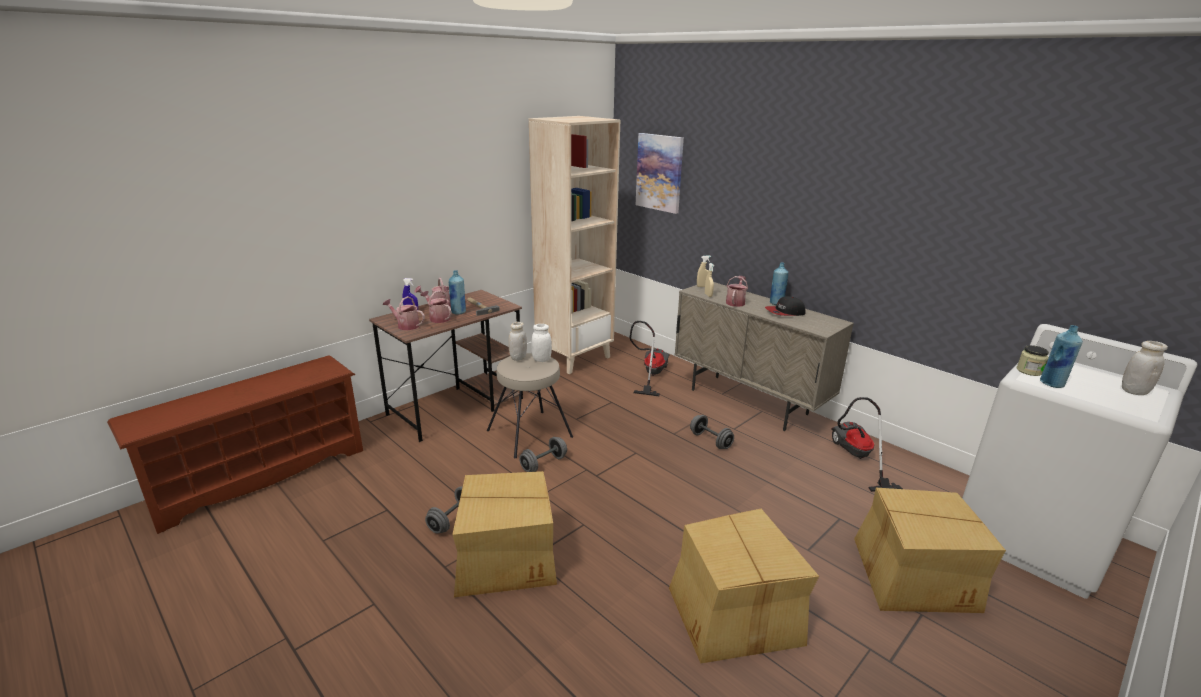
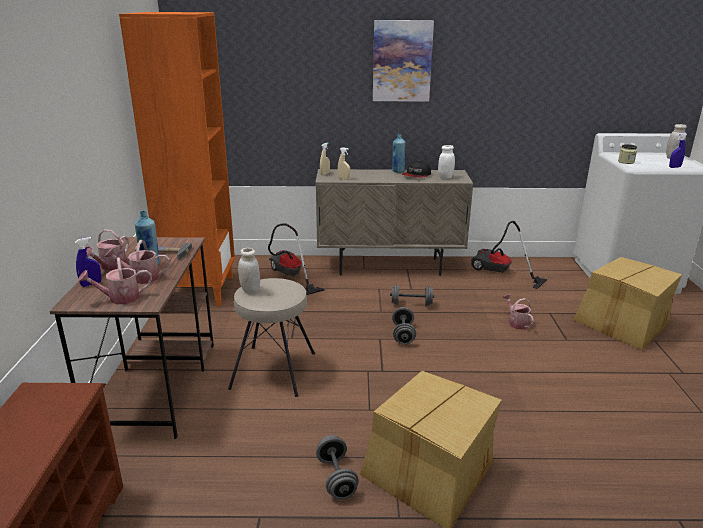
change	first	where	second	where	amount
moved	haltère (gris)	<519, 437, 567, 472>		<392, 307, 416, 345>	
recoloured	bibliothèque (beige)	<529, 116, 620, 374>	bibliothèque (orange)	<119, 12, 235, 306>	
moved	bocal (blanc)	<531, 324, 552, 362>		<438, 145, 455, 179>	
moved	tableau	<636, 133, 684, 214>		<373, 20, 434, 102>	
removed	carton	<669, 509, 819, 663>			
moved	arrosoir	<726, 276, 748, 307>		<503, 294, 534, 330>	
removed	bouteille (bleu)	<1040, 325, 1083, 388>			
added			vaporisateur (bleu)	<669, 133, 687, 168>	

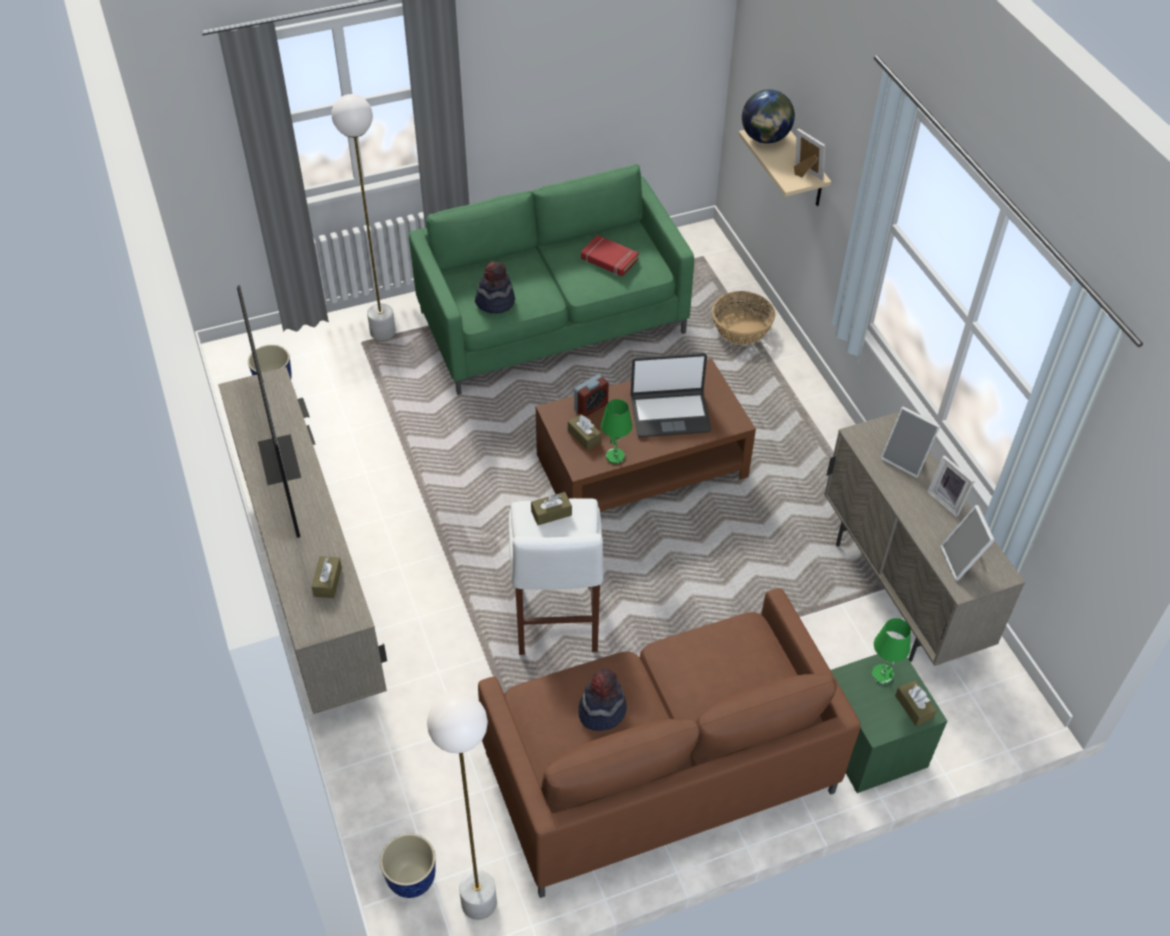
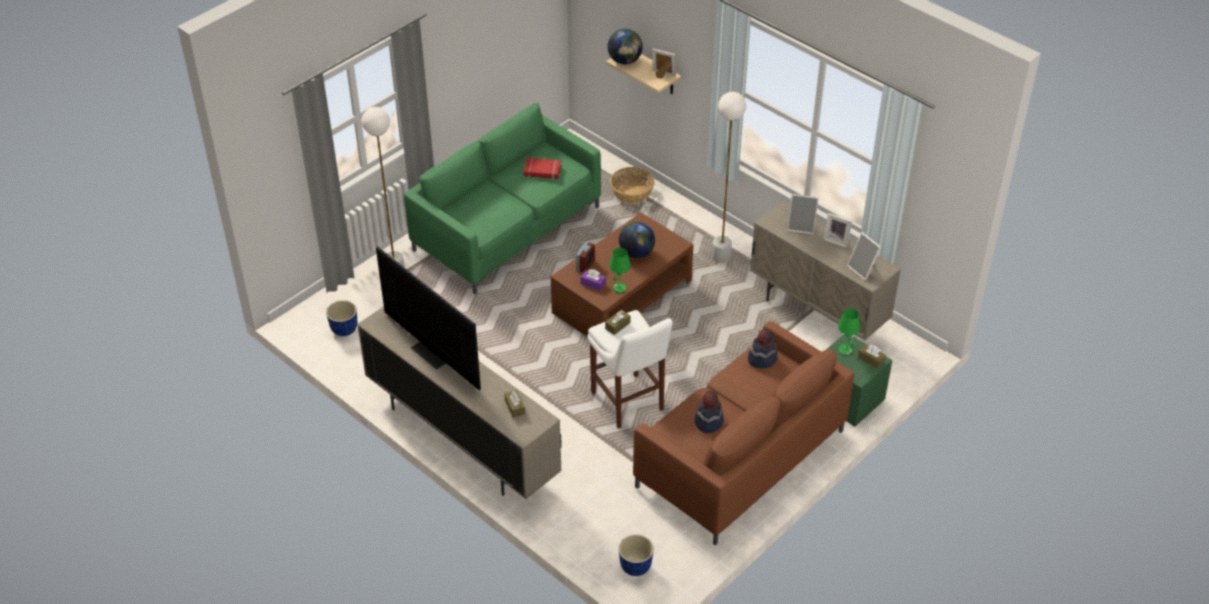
change	first	where	second	where	amount
moved	lampadaire (blanc)	<427, 692, 497, 920>		<712, 92, 746, 263>	
moved	chapeau	<475, 261, 515, 314>		<748, 328, 778, 368>	
recoloured	boîte à mouchoirs (marron)	<568, 414, 601, 450>	boîte à mouchoirs (violet)	<581, 269, 606, 291>	
replaced	ordinateur portable	<631, 353, 712, 437>	globe	<619, 222, 655, 258>	

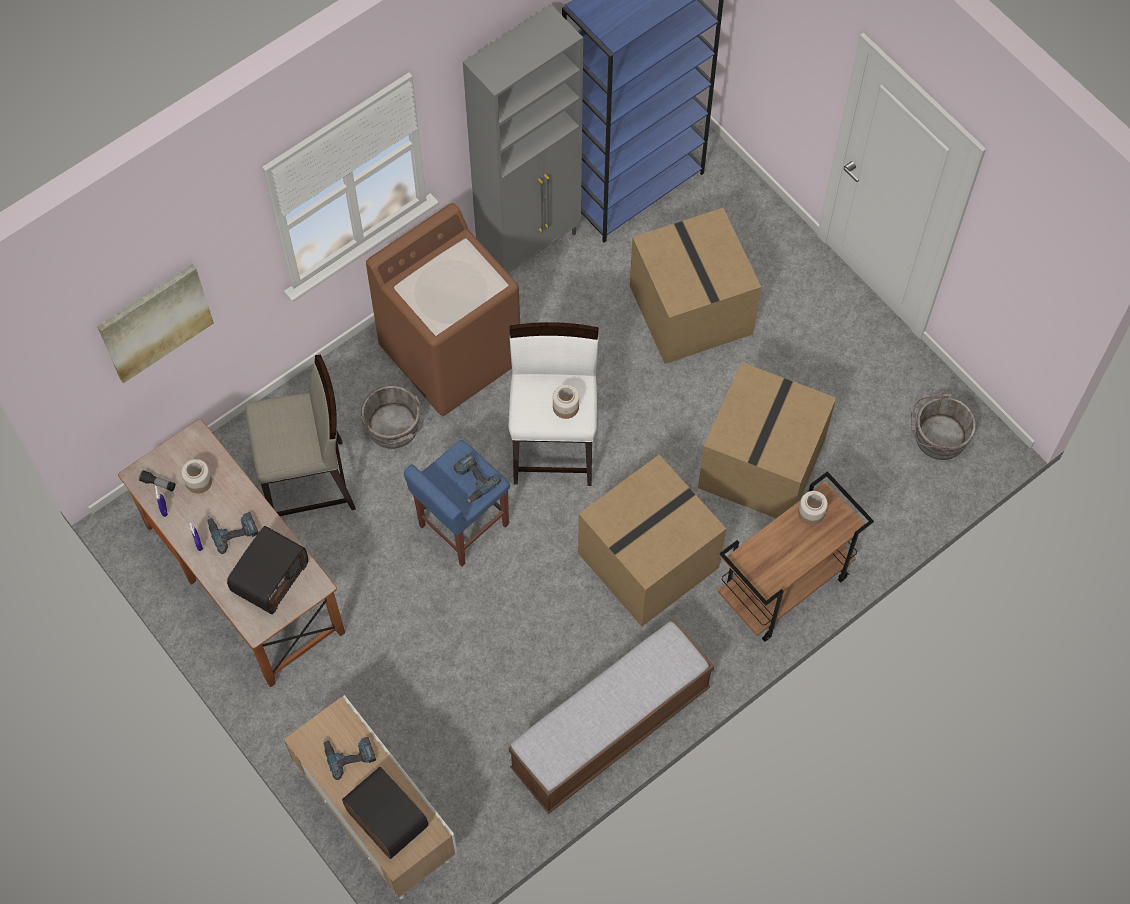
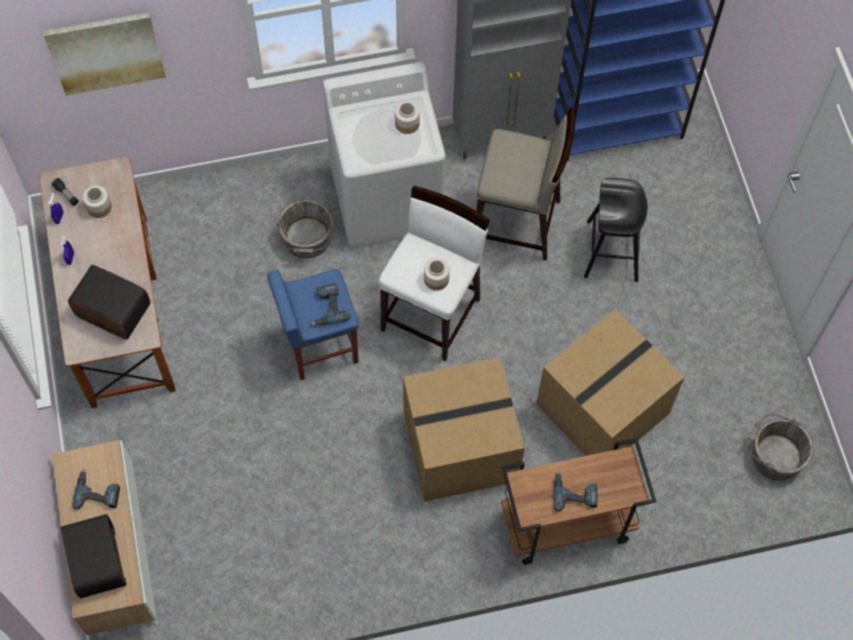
change	first	where	second	where	amount
moved	perceuse	<207, 512, 259, 554>		<553, 471, 598, 512>	
turned	radio	<227, 526, 308, 614>		<68, 265, 150, 340>	120 degrees counterclockwise
moved	tabouret (beige)	<245, 355, 356, 516>		<476, 107, 575, 261>	
recoloured	lave-linge (marron)	<366, 203, 520, 416>	lave-linge (blanc)	<323, 62, 446, 248>	
removed	banc	<509, 620, 714, 814>			
replaced	carton	<630, 208, 761, 364>	tabouret (noir)	<584, 178, 648, 282>	
moved	bocal	<798, 491, 828, 525>		<395, 101, 420, 134>	

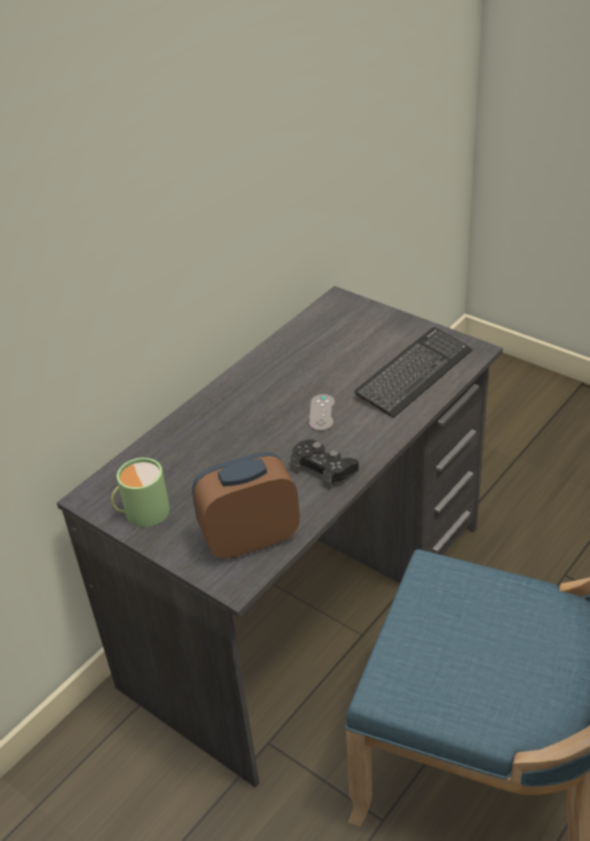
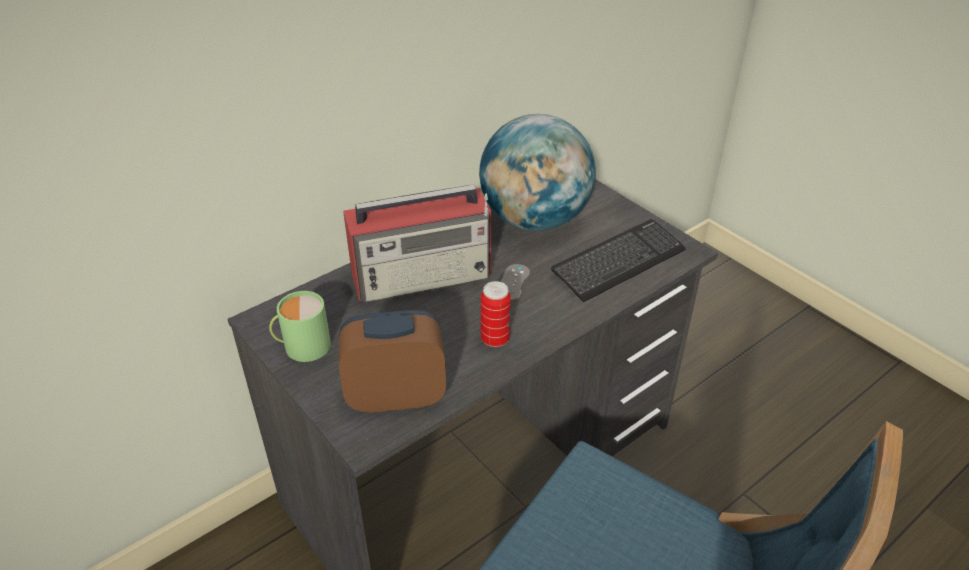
change	first	where	second	where	amount
replaced	manette (noir)	<291, 439, 359, 489>	boîte métallique	<481, 281, 511, 347>	
added			radio	<343, 185, 491, 303>	
added			globe	<479, 114, 596, 231>	

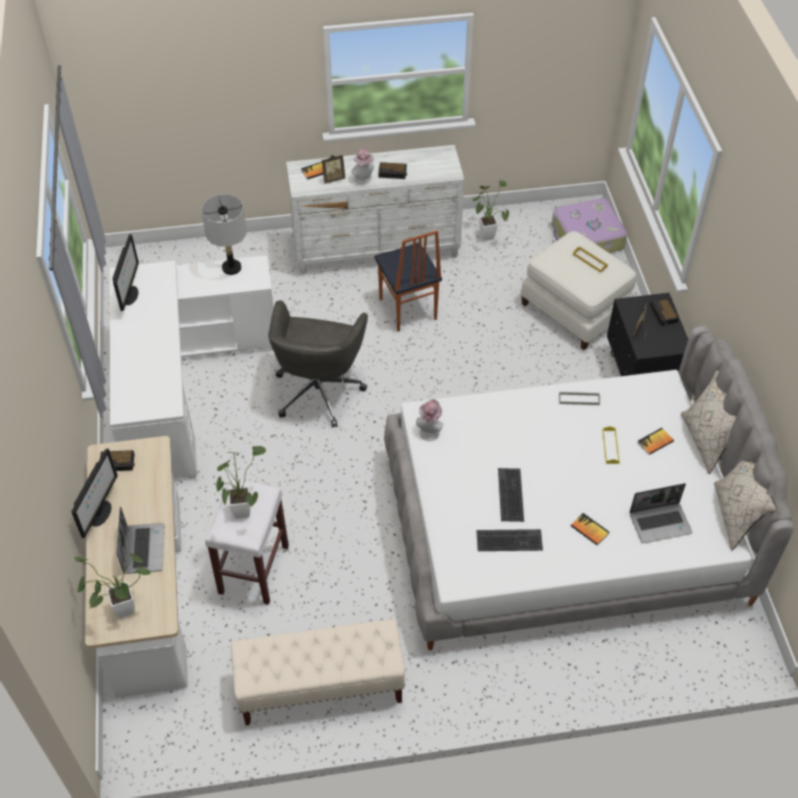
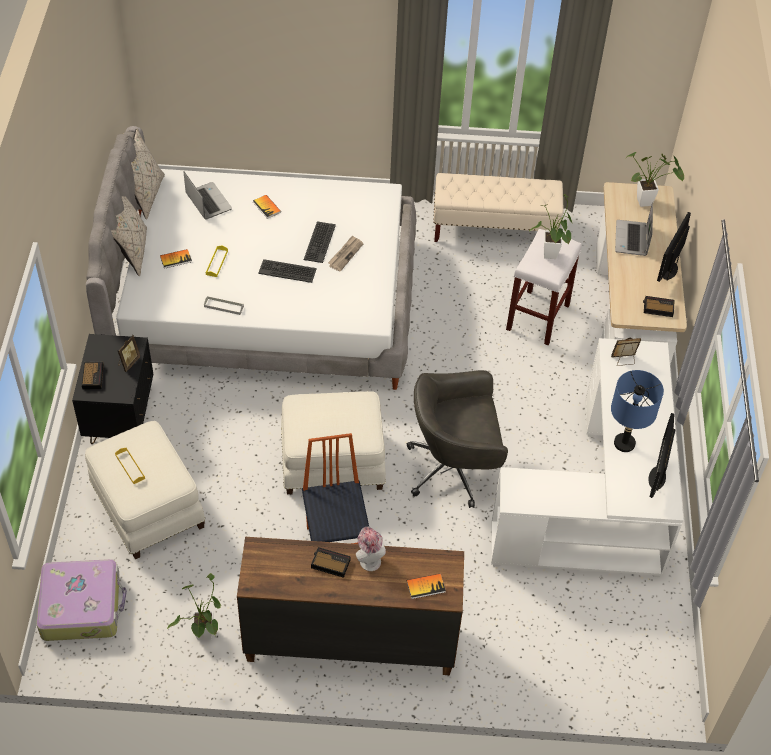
change	first	where	second	where	amount
removed	lampe de table (gris)	<201, 194, 247, 275>			
turned	chaise de bureau (gris)	<268, 300, 368, 427>		<407, 370, 508, 508>	120 degrees counterclockwise
recoloured	commode (blanc)	<286, 145, 464, 274>	commode (marron)	<237, 537, 464, 675>	
moved	cadre photo	<322, 154, 345, 184>		<611, 337, 641, 366>	
removed	chapeau	<416, 399, 443, 441>			
moved	clavier	<476, 529, 543, 551>		<258, 259, 317, 283>	
turned	ordinateur portable	<629, 483, 692, 543>		<183, 171, 232, 219>	60 degrees clockwise
added			pouf (blanc)	<281, 391, 386, 494>	
added			journal	<328, 235, 363, 272>	
added			lampe de table (bleu)	<611, 370, 664, 452>	

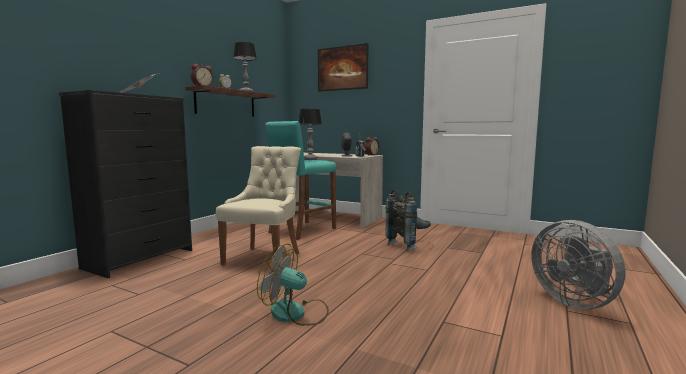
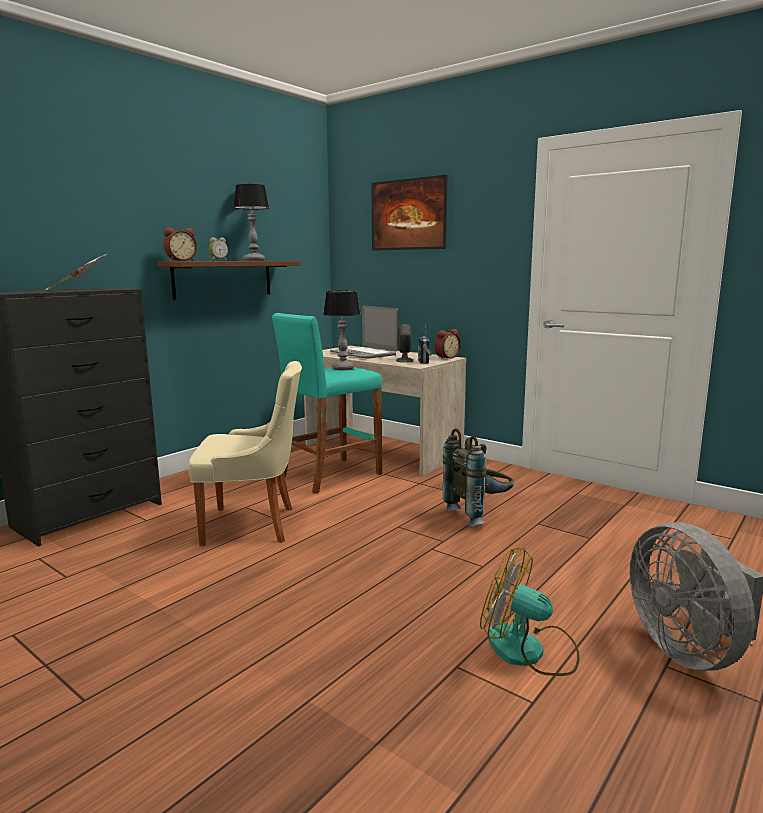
change	first	where	second	where	amount
turned	chaise (beige)	<216, 146, 301, 265>		<188, 361, 302, 546>	60 degrees clockwise
moved	ventilateur	<257, 243, 329, 326>		<480, 548, 580, 676>	
added			ordinateur portable	<330, 306, 398, 359>	

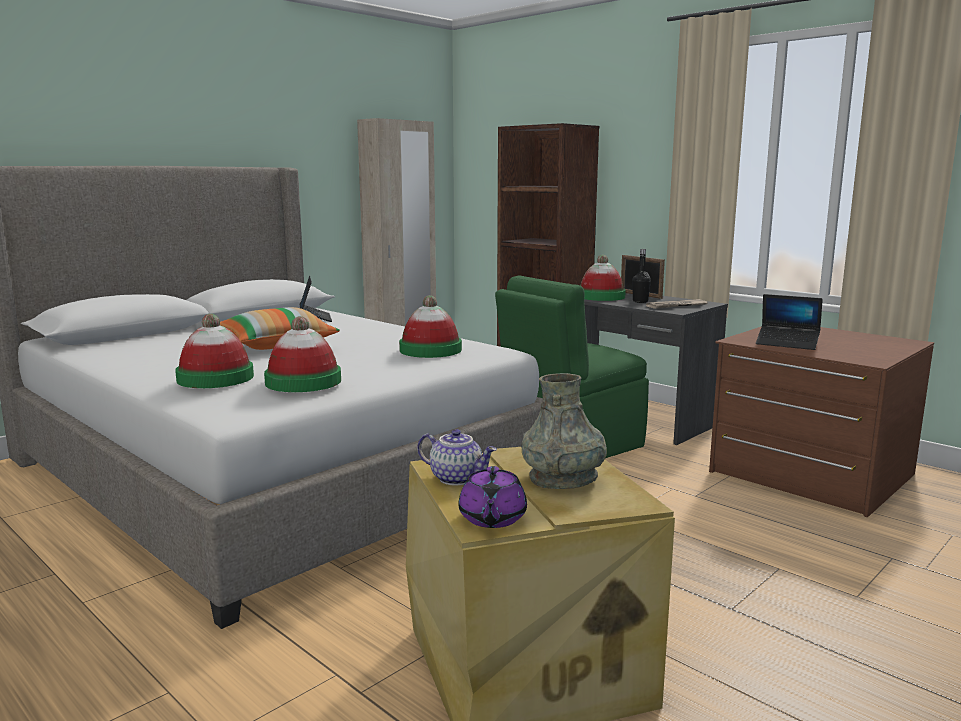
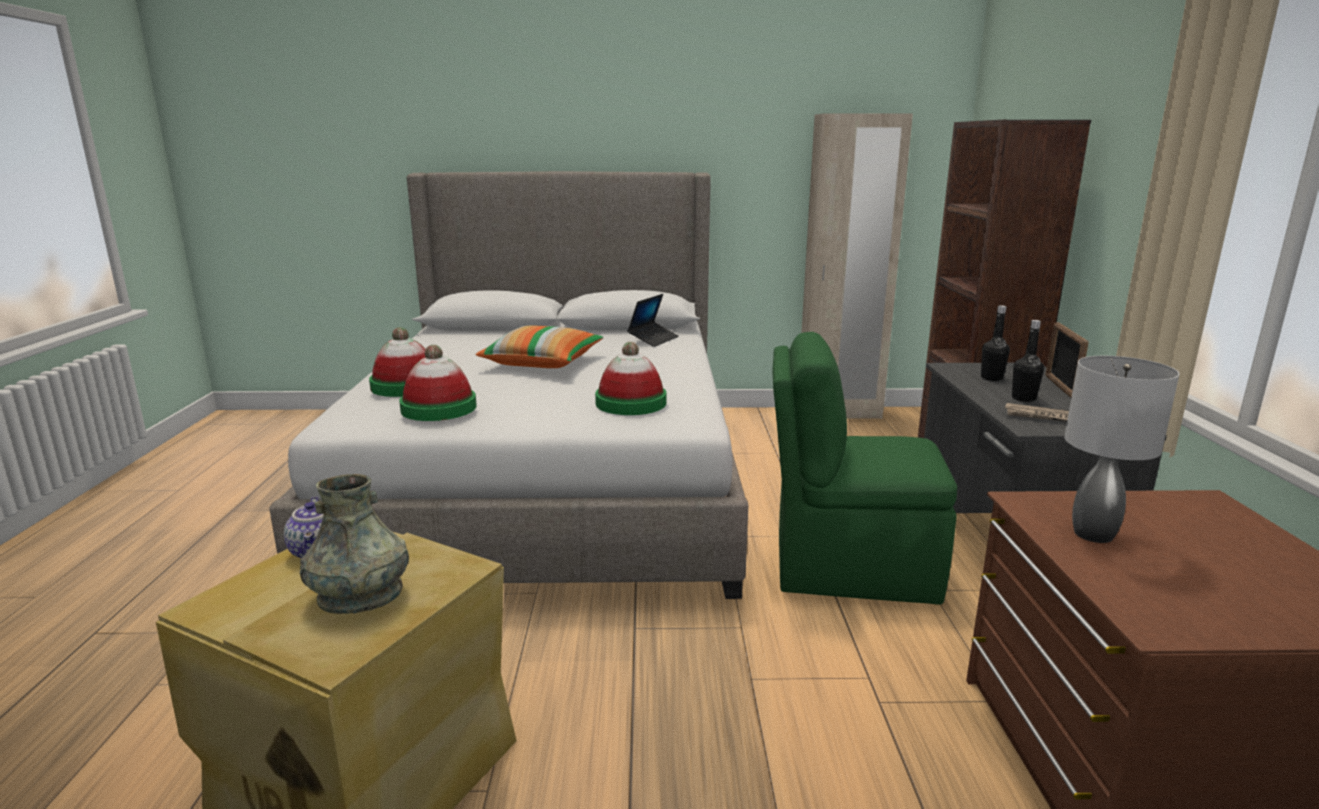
change	first	where	second	where	amount
removed	théière (violet)	<458, 466, 527, 528>			
replaced	chapeau	<580, 255, 626, 301>	bouteille (noir)	<981, 305, 1010, 381>	
replaced	ordinateur portable	<756, 294, 823, 350>	lampe de table (gris)	<1064, 356, 1180, 543>	

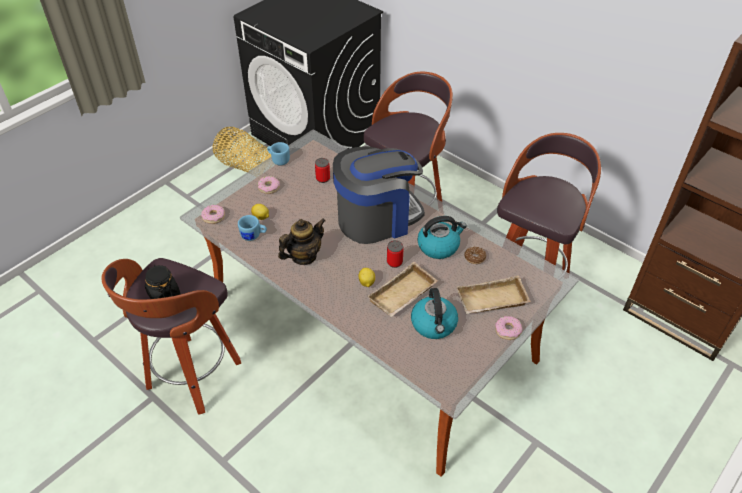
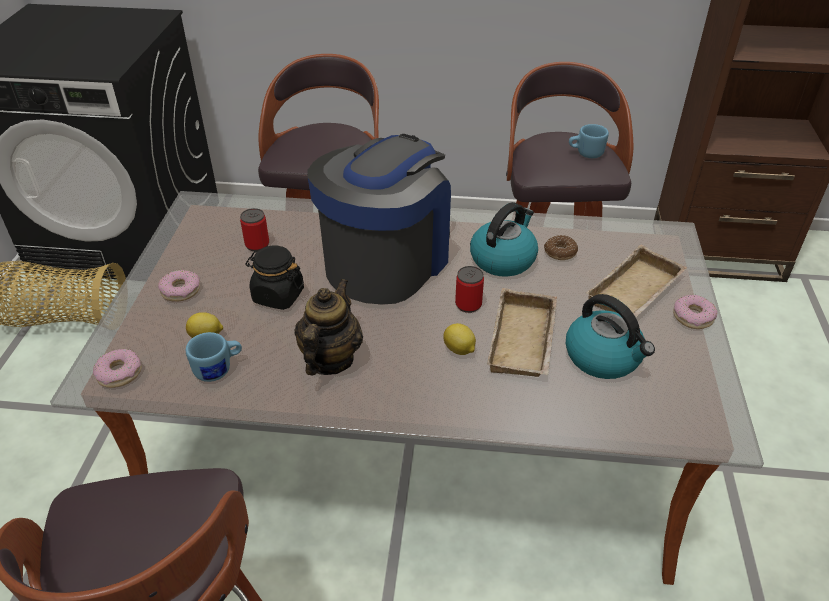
change	first	where	second	where	amount
moved	bocal (noir)	<145, 265, 180, 299>		<246, 246, 304, 310>	
moved	mug (bleu)	<267, 142, 290, 165>		<569, 124, 609, 158>	

